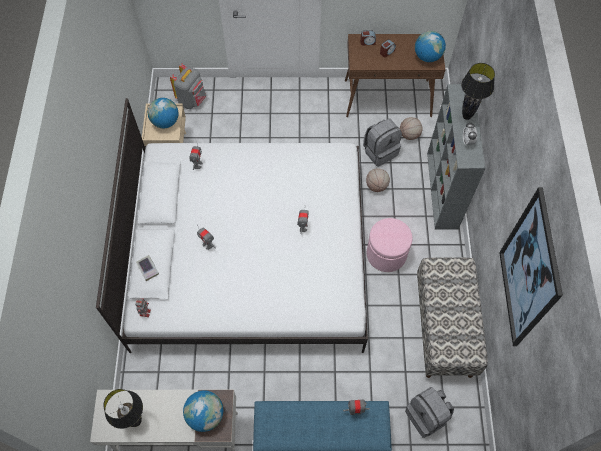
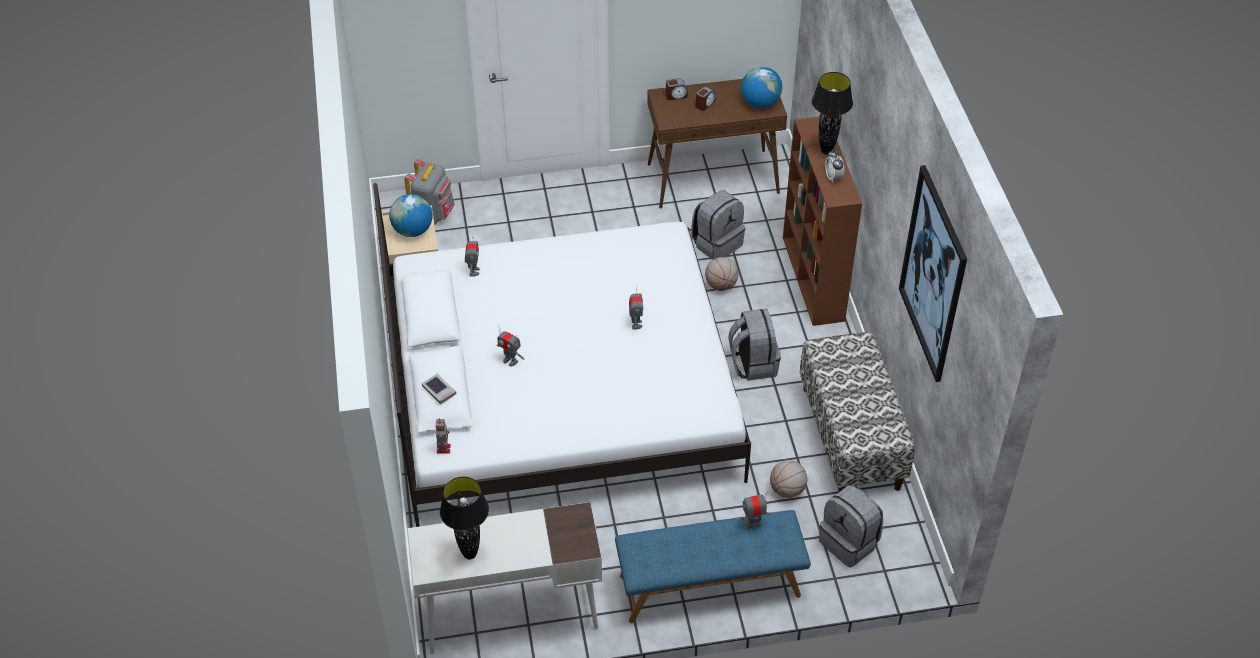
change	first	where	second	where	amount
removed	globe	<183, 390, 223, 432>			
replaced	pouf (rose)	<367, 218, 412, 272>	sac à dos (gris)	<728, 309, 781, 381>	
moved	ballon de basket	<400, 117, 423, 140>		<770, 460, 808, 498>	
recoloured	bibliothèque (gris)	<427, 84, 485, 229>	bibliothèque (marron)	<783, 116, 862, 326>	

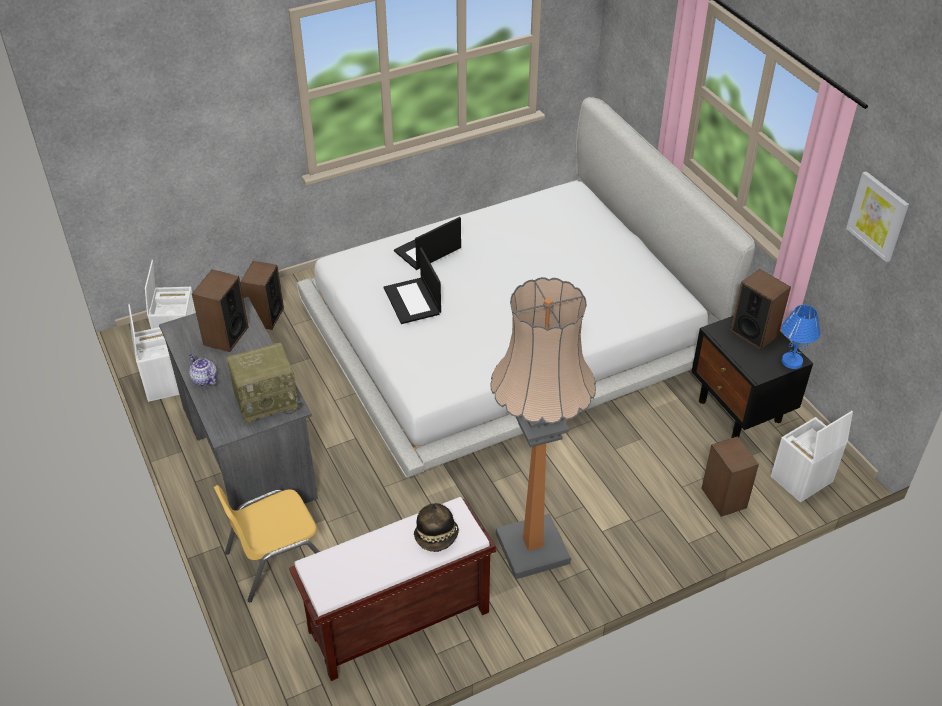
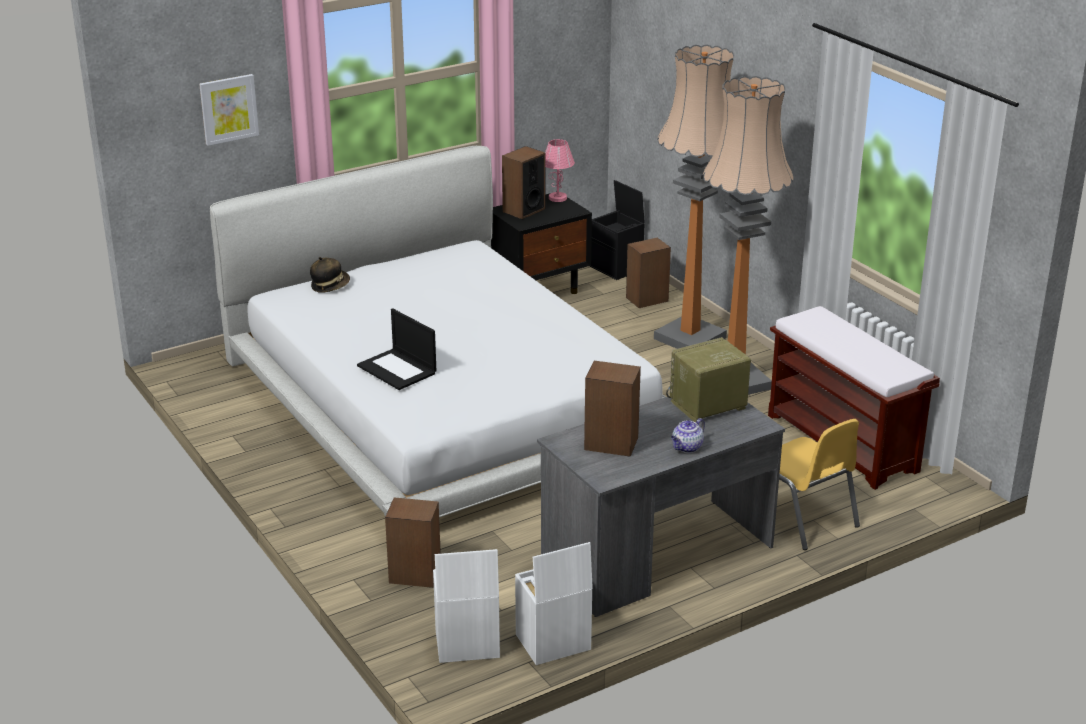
change	first	where	second	where	amount
turned	radio	<226, 342, 302, 424>		<666, 337, 751, 422>	90 degrees counterclockwise
removed	ordinateur portable	<384, 247, 441, 324>			
moved	chapeau	<414, 503, 459, 552>		<310, 257, 350, 293>	
recoloured	boîte de rangement (blanc)	<771, 411, 853, 503>	boîte de rangement (noir)	<590, 180, 645, 280>	
recoloured	lampe de table (bleu)	<781, 305, 820, 369>	lampe de table (rose)	<545, 139, 575, 202>	
moved	tableau	<846, 171, 909, 262>		<199, 74, 259, 146>	
added			lampadaire	<654, 45, 734, 349>	

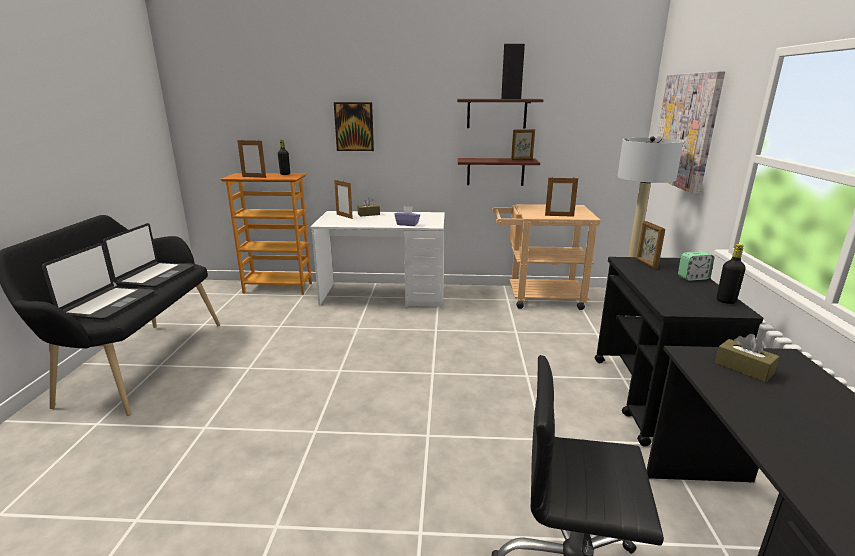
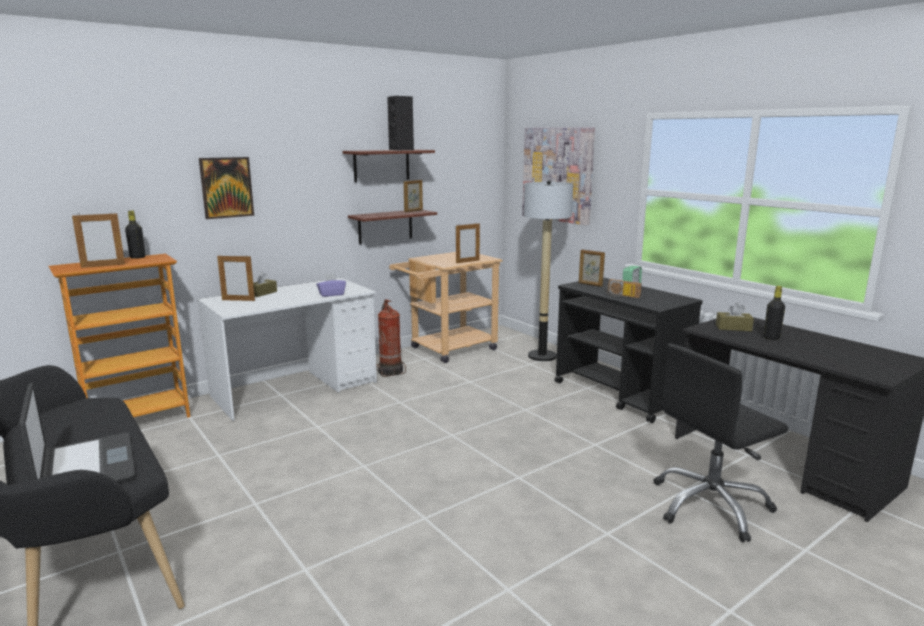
change	first	where	second	where	amount
removed	ordinateur portable	<103, 223, 194, 288>			
moved	bouteille (noir)	<716, 244, 746, 304>		<764, 286, 785, 340>	
added			extincteur	<376, 299, 406, 377>	
added			radio	<605, 279, 642, 298>	

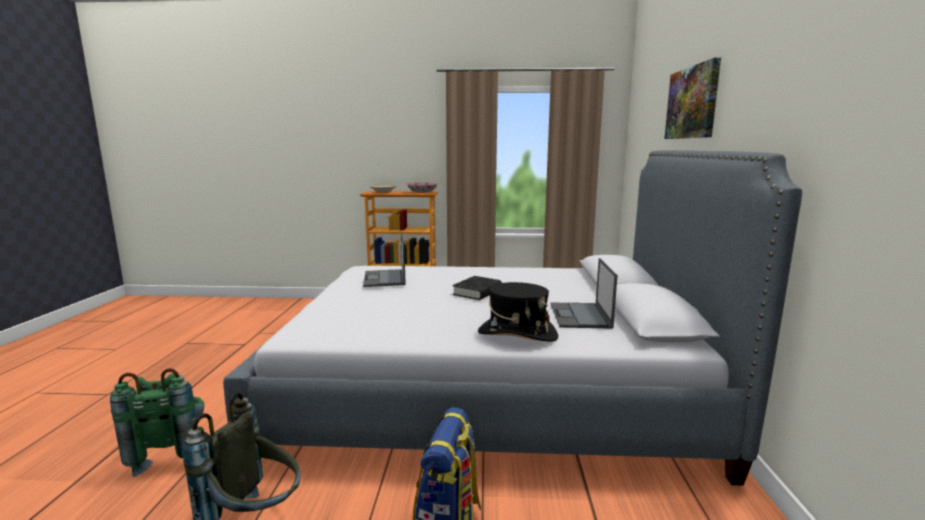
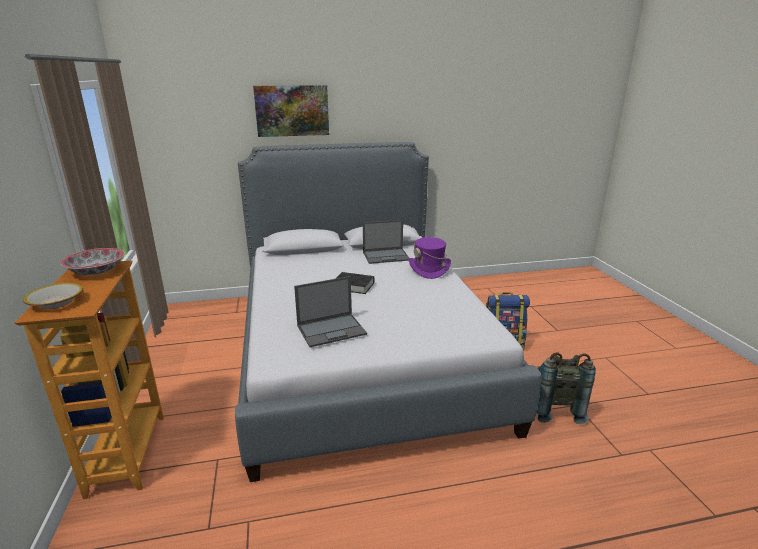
change	first	where	second	where	amount
removed	sac à dos (vert)	<110, 368, 204, 477>			
recoloured	chapeau (noir)	<478, 282, 558, 342>	chapeau (violet)	<409, 237, 451, 279>	

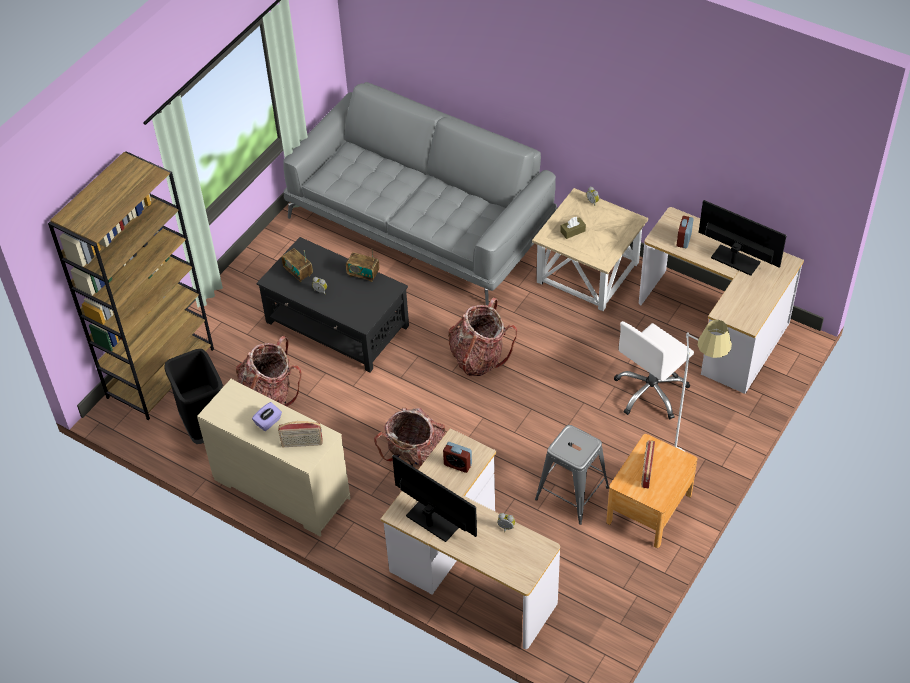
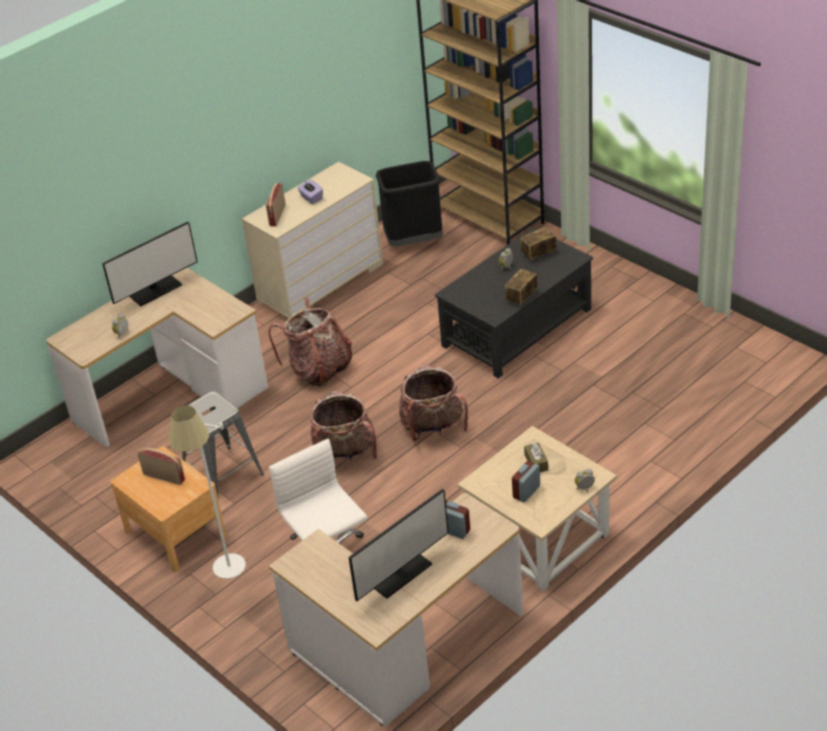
change	first	where	second	where	amount
moved	sac à dos	<236, 336, 301, 407>		<311, 390, 377, 460>	
removed	canapé (gris)	<283, 82, 557, 305>			
moved	réveil	<443, 442, 472, 473>		<512, 461, 540, 503>	

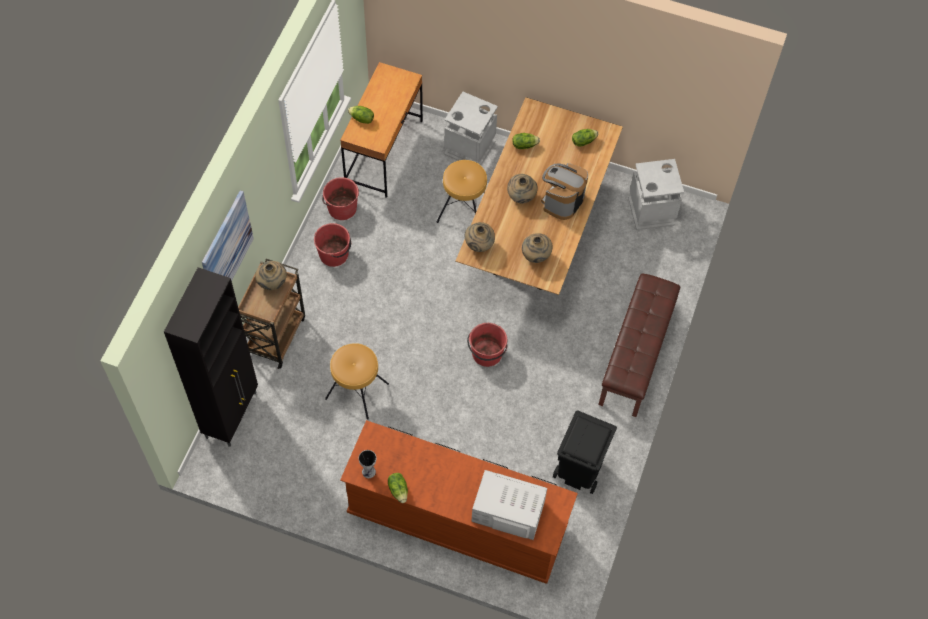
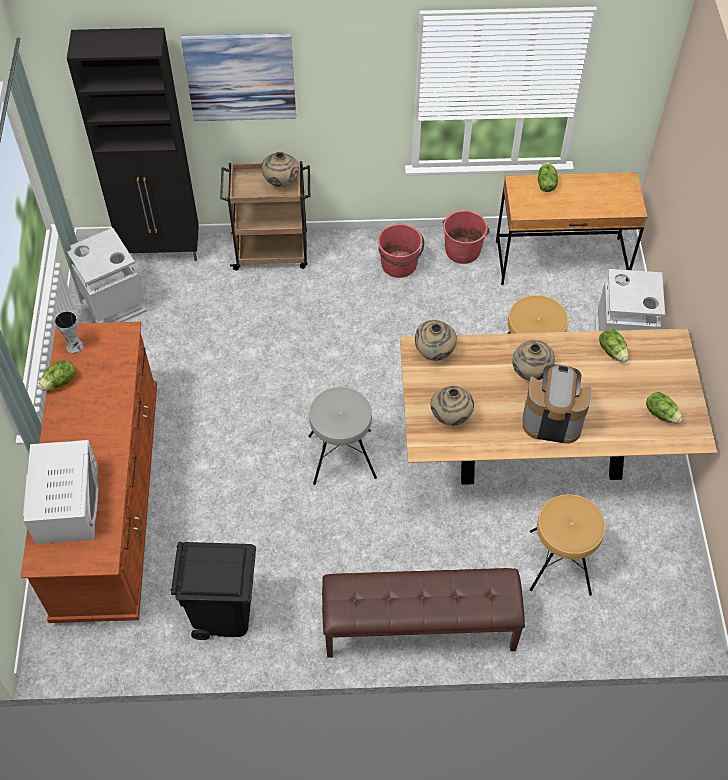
change	first	where	second	where	amount
moved	tabouret (marron)	<325, 343, 389, 420>		<529, 494, 605, 596>	
replaced	seau (rouge)	<467, 323, 508, 367>	tabouret (gris)	<308, 387, 377, 485>	
moved	poubelle (gris)	<628, 159, 684, 230>		<67, 228, 147, 323>	

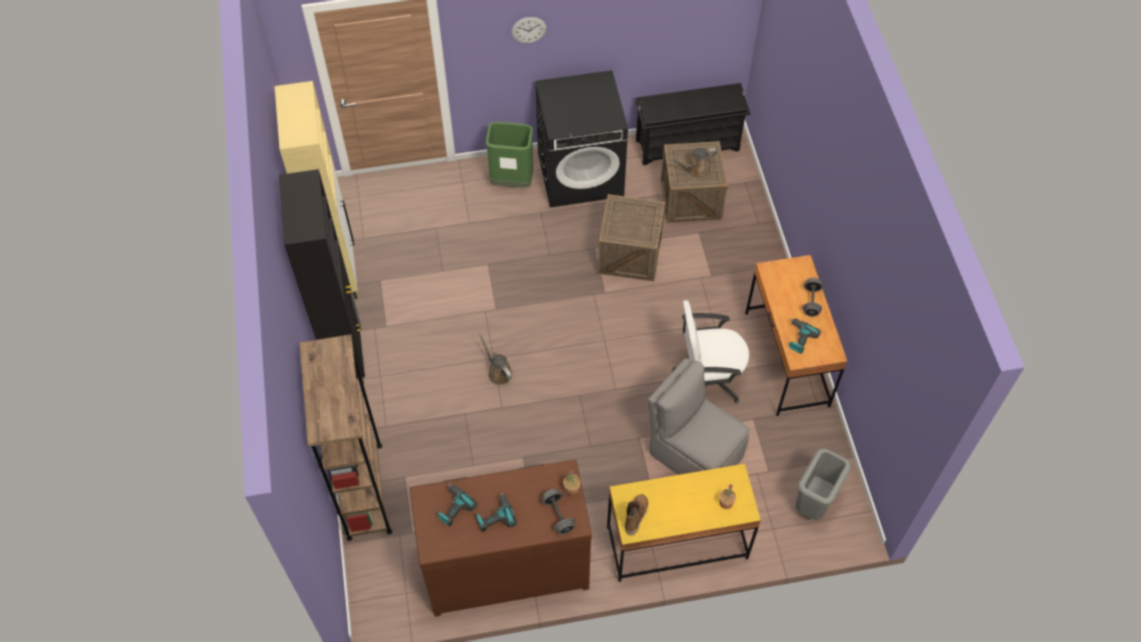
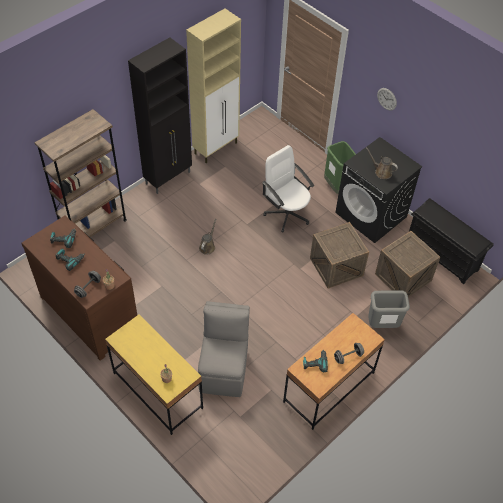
change	first	where	second	where	amount
removed	botte	<625, 494, 648, 536>			
moved	arrosoir (marron)	<670, 148, 717, 178>		<366, 147, 398, 179>	
moved	chaise de bureau (blanc)	<672, 300, 749, 403>		<262, 145, 314, 233>	
moved	poubelle (gris)	<795, 448, 851, 520>		<368, 290, 410, 328>	

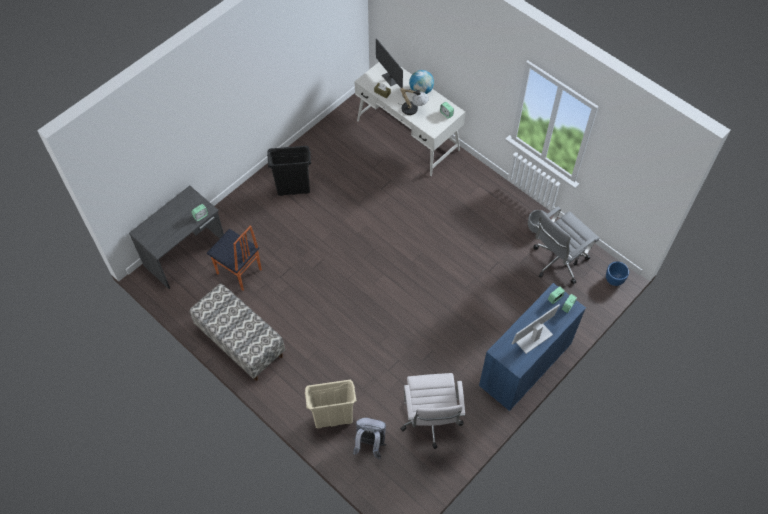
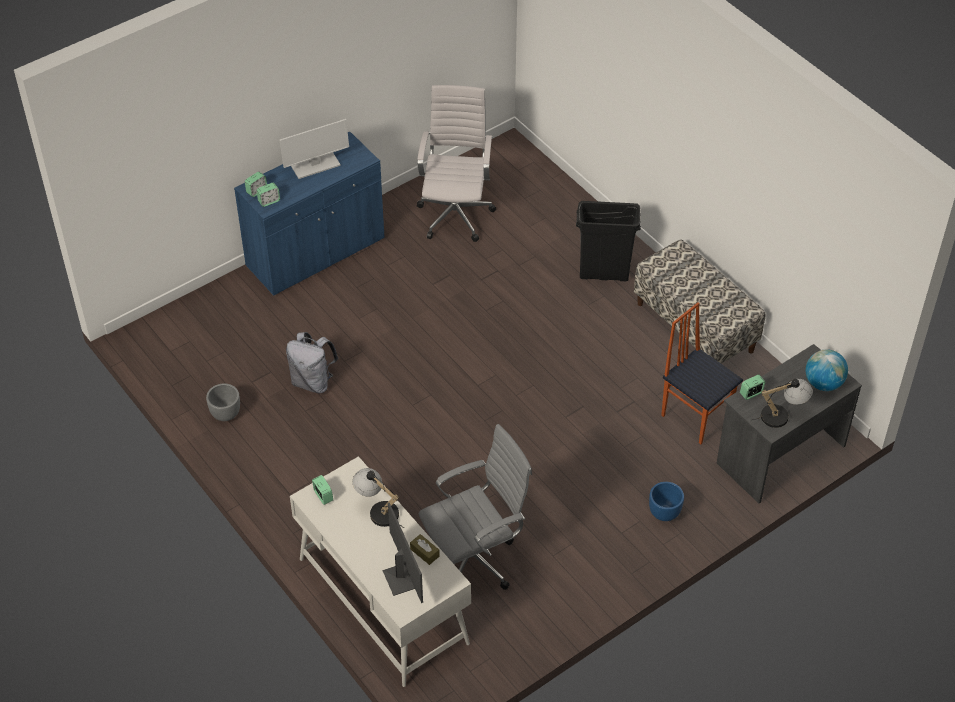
change	first	where	second	where	amount
moved	poubelle (noir)	<267, 146, 311, 196>		<576, 201, 641, 281>	
removed	poubelle (beige)	<305, 380, 357, 429>			
moved	sac à dos (gris)	<353, 417, 386, 460>		<286, 332, 339, 394>	
moved	globe	<409, 70, 434, 94>		<806, 349, 848, 391>	
moved	chaise de bureau (gris)	<533, 207, 600, 284>		<419, 424, 532, 590>	
moved	cache-pot (bleu)	<606, 261, 629, 286>		<649, 482, 684, 521>	
added			lampe de table	<752, 379, 813, 428>	

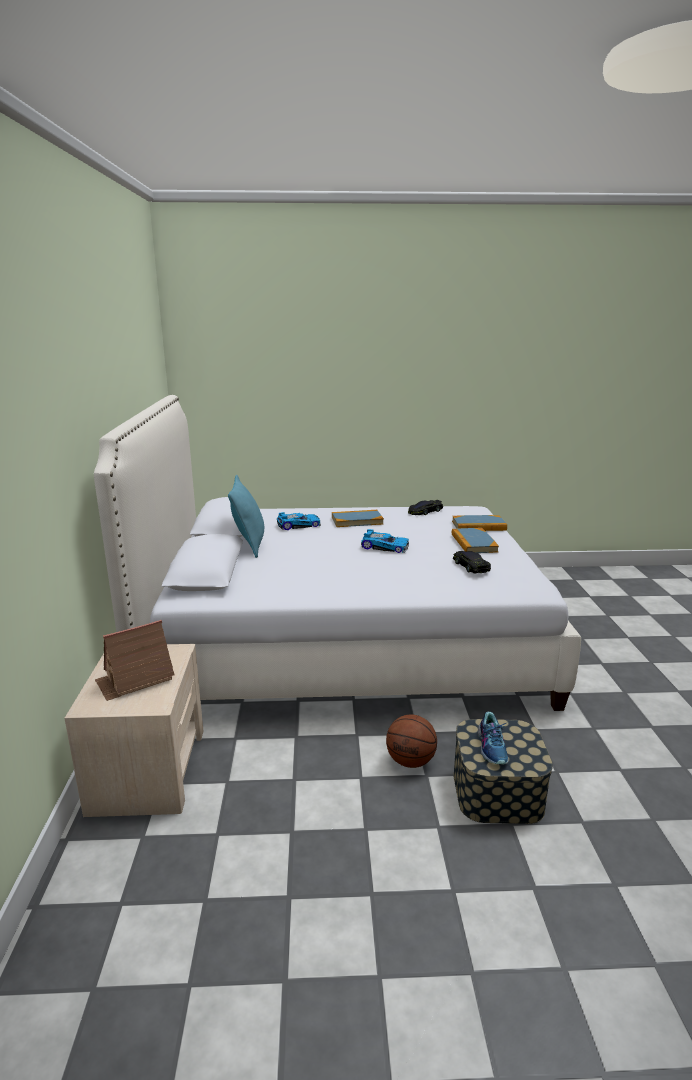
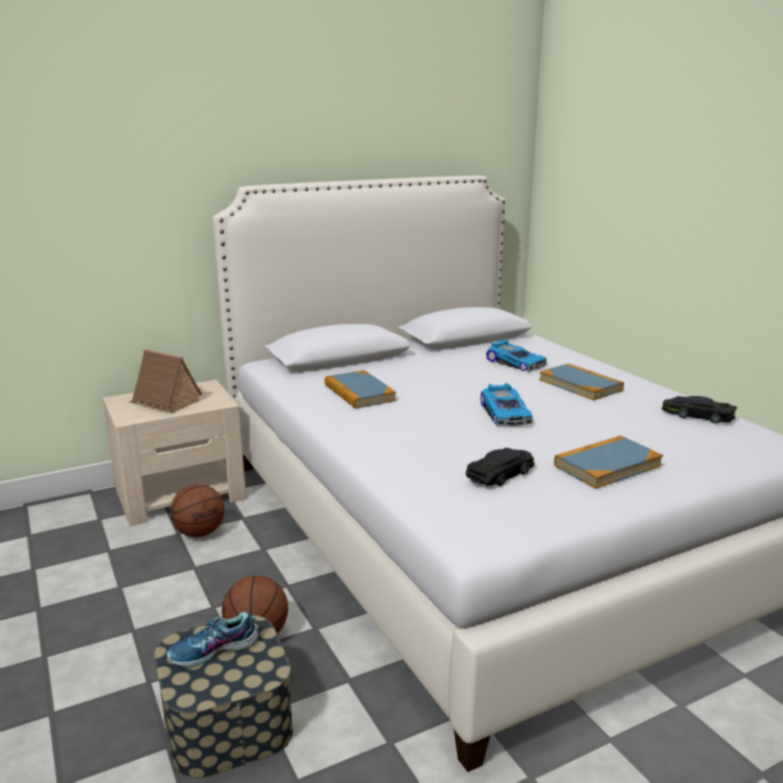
change	first	where	second	where	amount
removed	coussin (turquoise)	<228, 475, 264, 558>			
moved	livre	<452, 515, 507, 531>		<325, 370, 396, 409>	
added			ballon de basket	<170, 484, 225, 537>	

